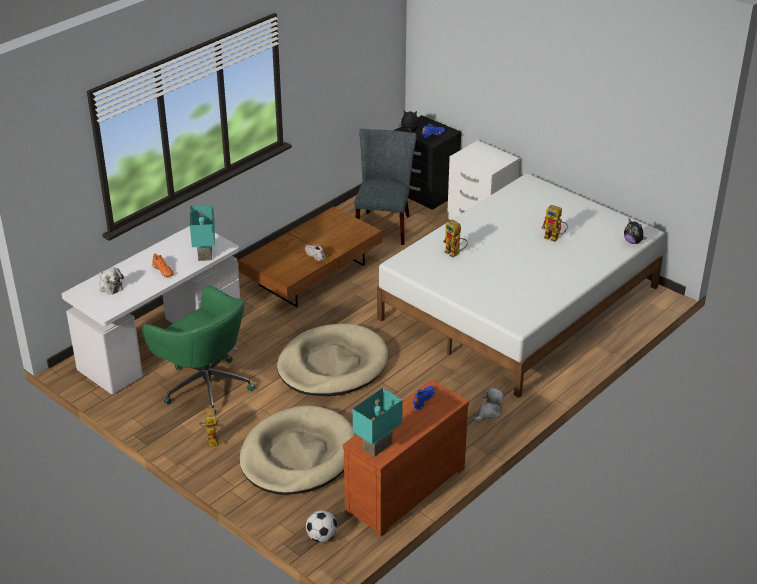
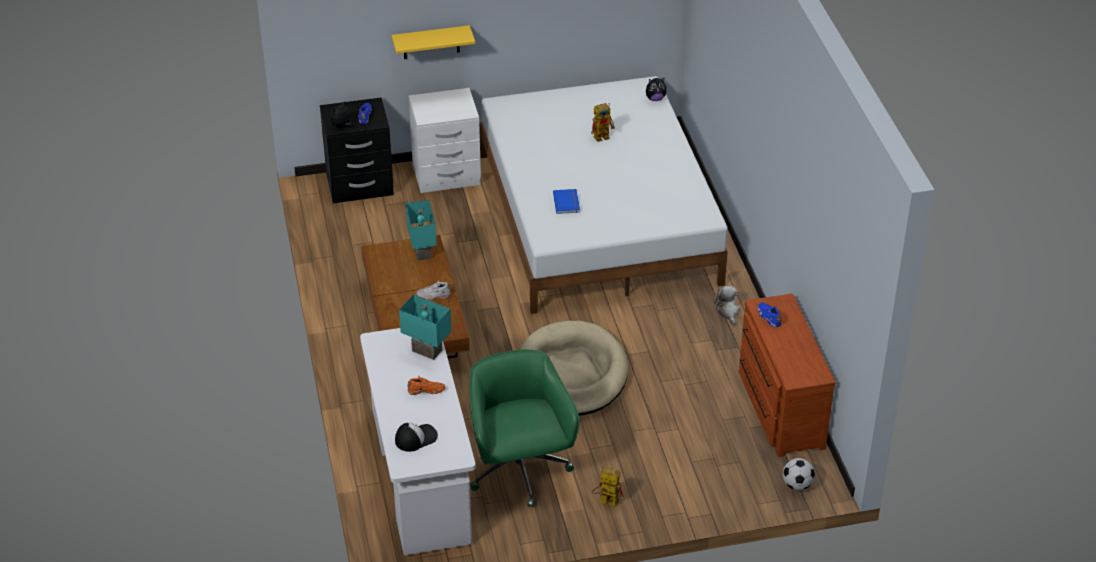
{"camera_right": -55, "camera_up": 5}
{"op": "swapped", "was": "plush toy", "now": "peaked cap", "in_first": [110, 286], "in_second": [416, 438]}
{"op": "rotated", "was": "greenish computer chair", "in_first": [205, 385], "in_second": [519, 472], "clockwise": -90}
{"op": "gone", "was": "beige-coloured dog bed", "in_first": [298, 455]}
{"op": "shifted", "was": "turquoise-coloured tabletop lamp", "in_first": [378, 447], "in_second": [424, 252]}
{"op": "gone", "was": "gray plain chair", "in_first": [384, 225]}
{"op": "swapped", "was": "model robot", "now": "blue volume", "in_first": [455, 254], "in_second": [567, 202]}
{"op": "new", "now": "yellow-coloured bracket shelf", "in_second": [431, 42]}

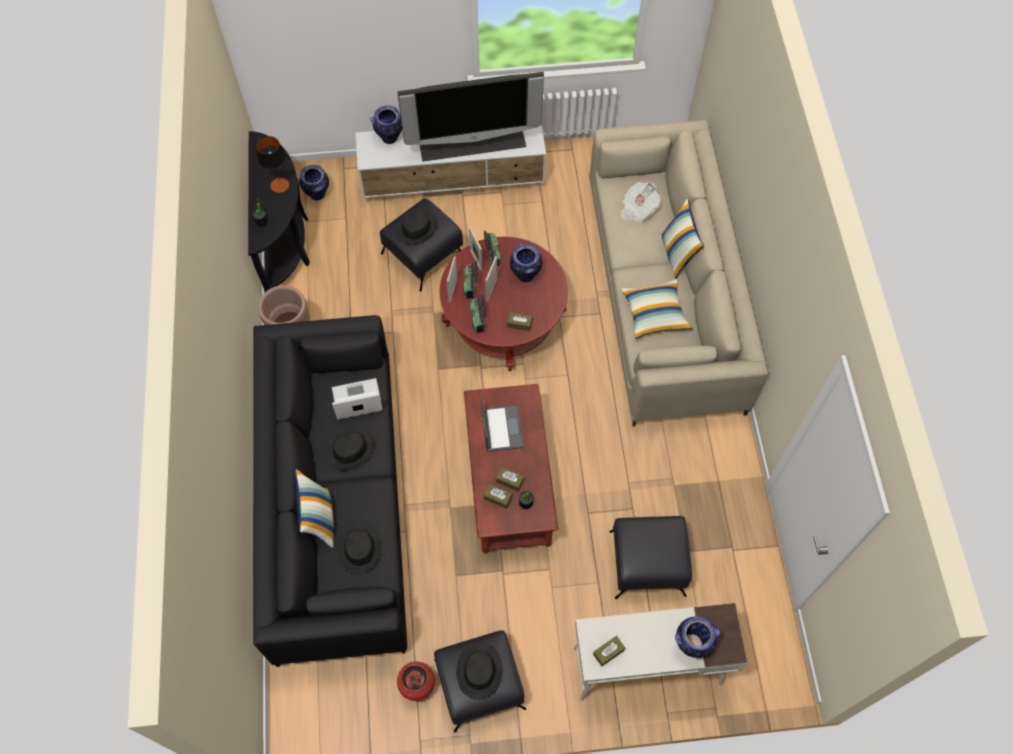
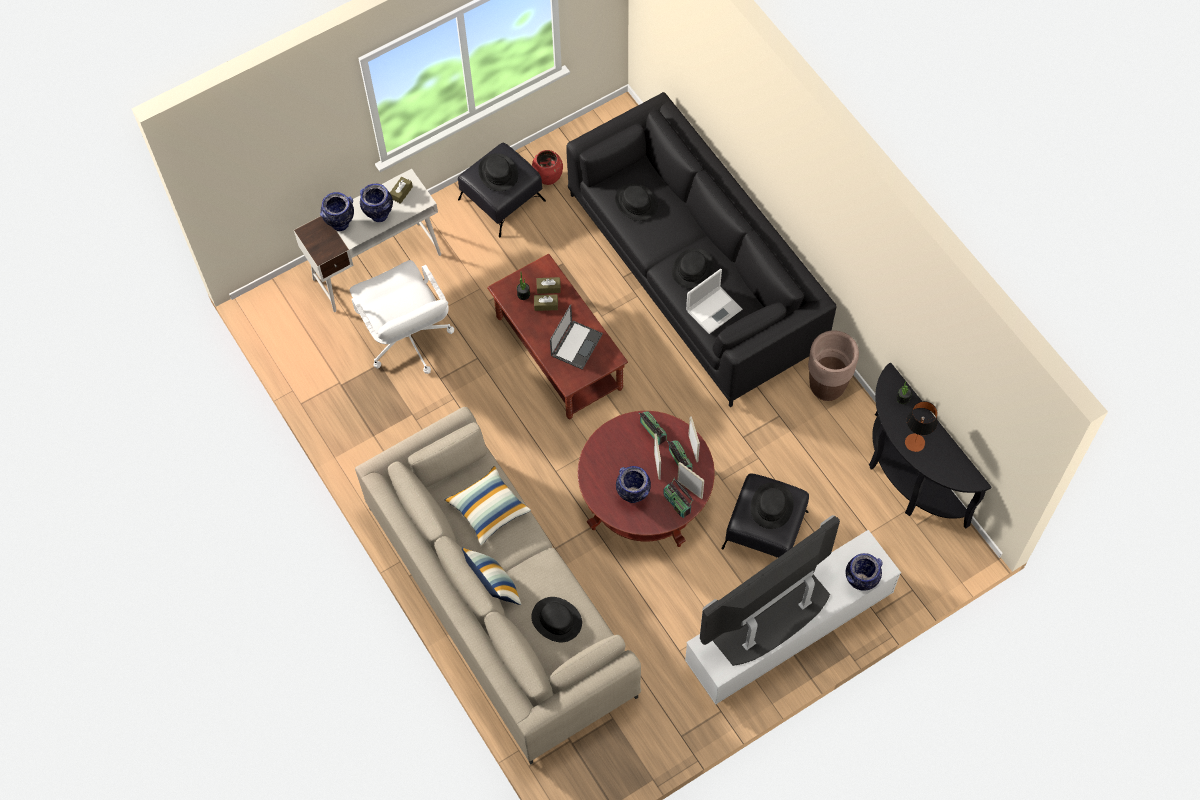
{"camera_right": 155, "camera_up": 0}
{"op": "gone", "was": "cushion", "in_first": [319, 519]}
{"op": "shifted", "was": "vase", "in_first": [317, 195], "in_second": [379, 215]}
{"op": "rotated", "was": "laptop", "in_first": [501, 428], "in_second": [576, 344], "clockwise": -120}
{"op": "gone", "was": "brown tissue holder", "in_first": [519, 324]}
{"op": "swapped", "was": "blackish ottoman", "now": "white-coloured computer chair", "in_first": [648, 563], "in_second": [408, 340]}
{"op": "swapped", "was": "daily paper", "now": "blackish hat", "in_first": [638, 209], "in_second": [556, 620]}

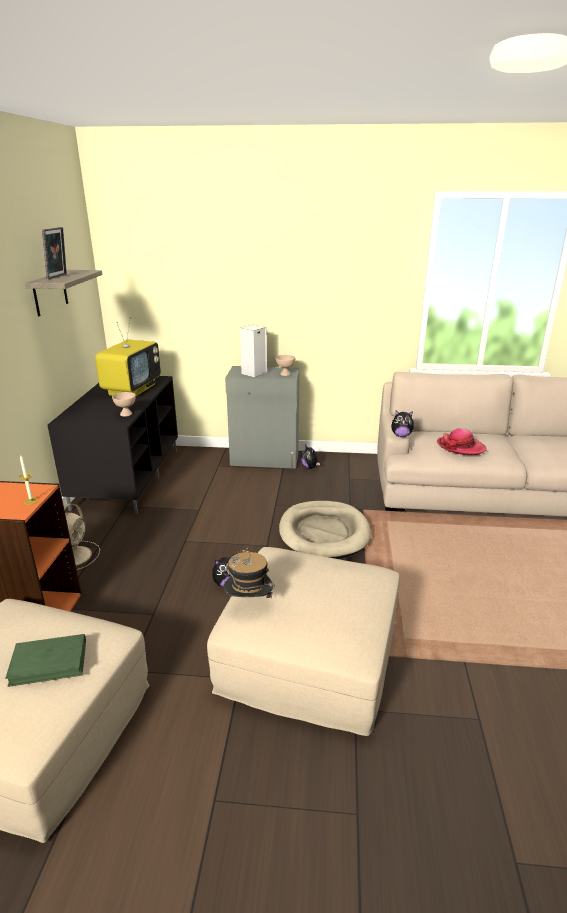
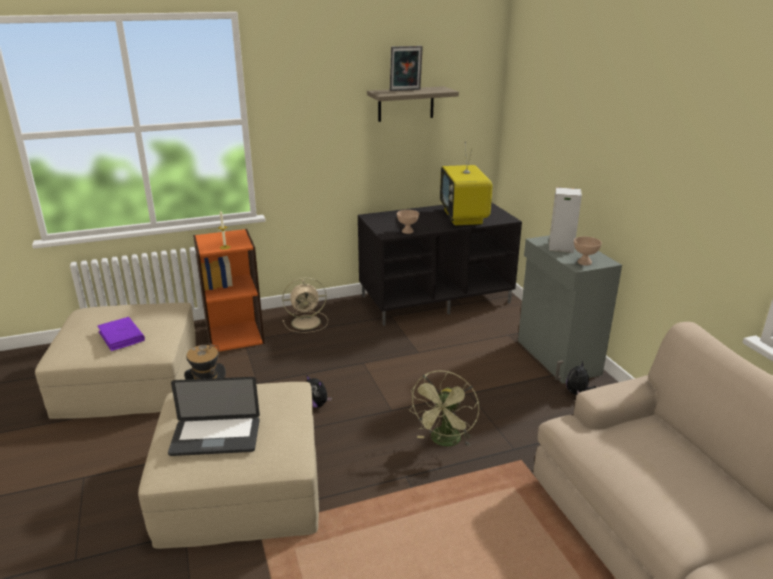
{"camera_right": 65, "camera_up": 0}
{"op": "repainted", "was": "greenish volume", "now": "purple-coloured volume", "in_first": [49, 662], "in_second": [121, 336]}
{"op": "rotated", "was": "TV set", "in_first": [132, 389], "in_second": [463, 217], "clockwise": 90}
{"op": "swapped", "was": "beige-coloured dog bed", "now": "greenish electric fan", "in_first": [324, 533], "in_second": [444, 442]}
{"op": "gone", "was": "plush toy", "in_first": [401, 435]}
{"op": "gone", "was": "hat", "in_first": [460, 447]}
{"op": "new", "now": "laptop", "in_second": [215, 437]}

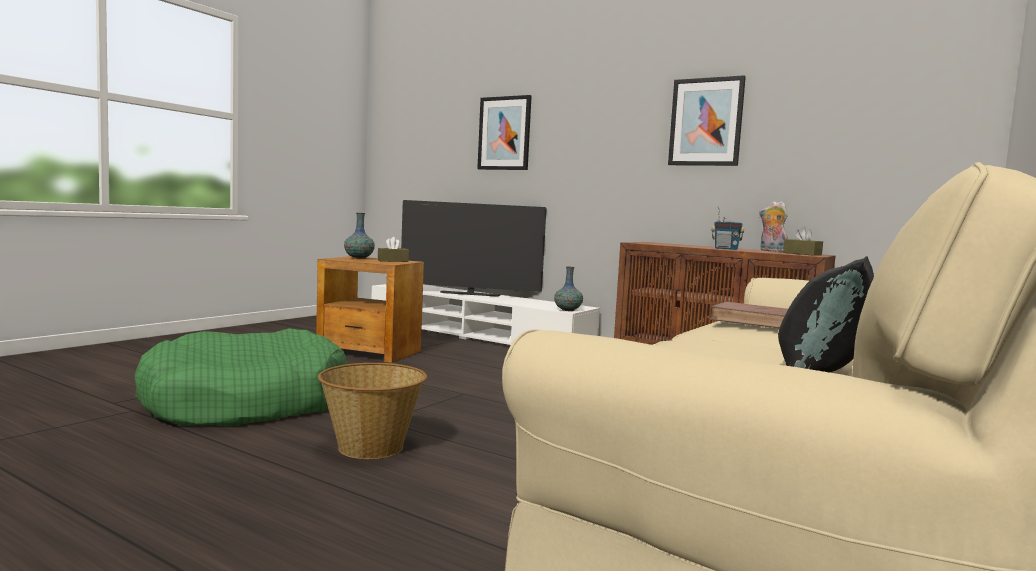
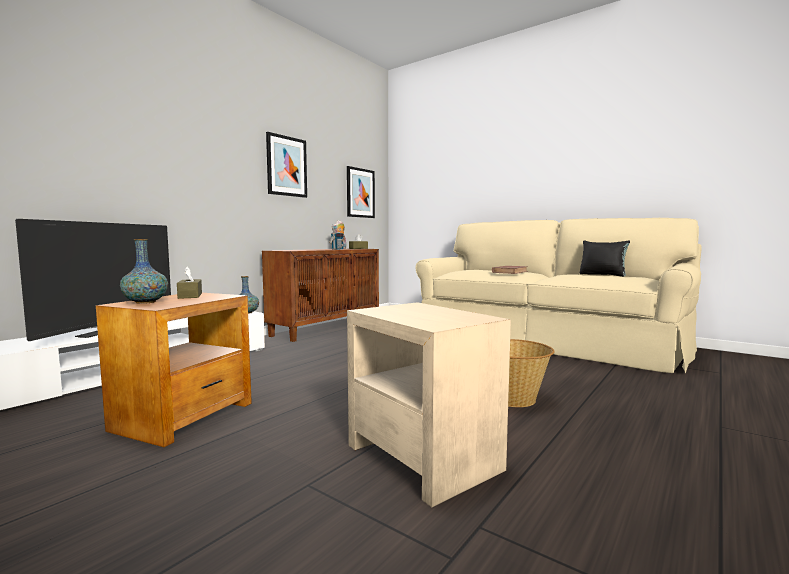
{"camera_right": -85, "camera_up": 0}
{"op": "swapped", "was": "greenish dog bed", "now": "beige-coloured end table", "in_first": [246, 403], "in_second": [422, 456]}
{"op": "shifted", "was": "wall art", "in_first": [504, 133], "in_second": [360, 193]}

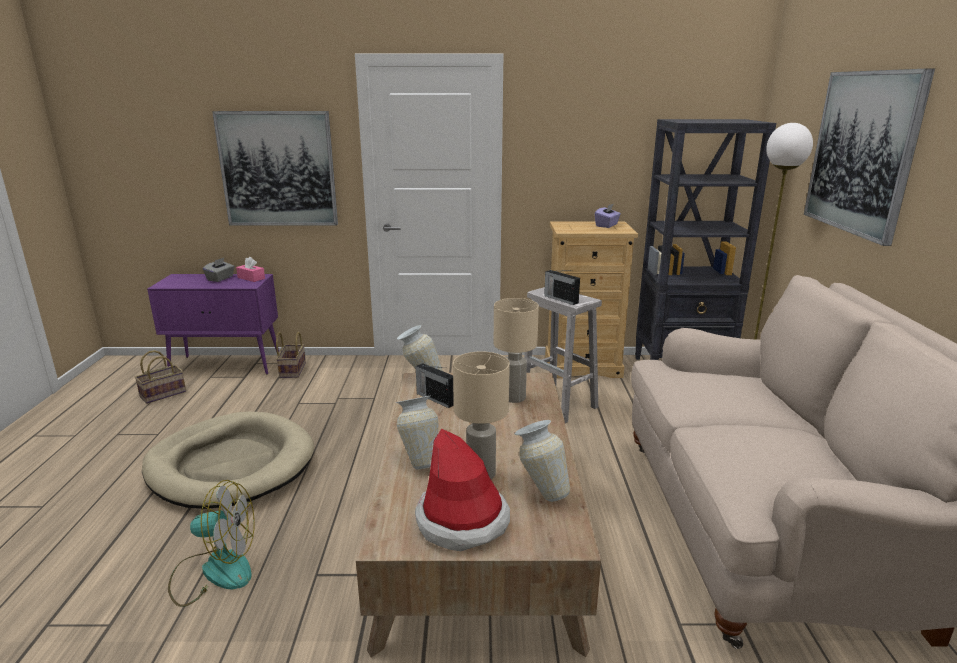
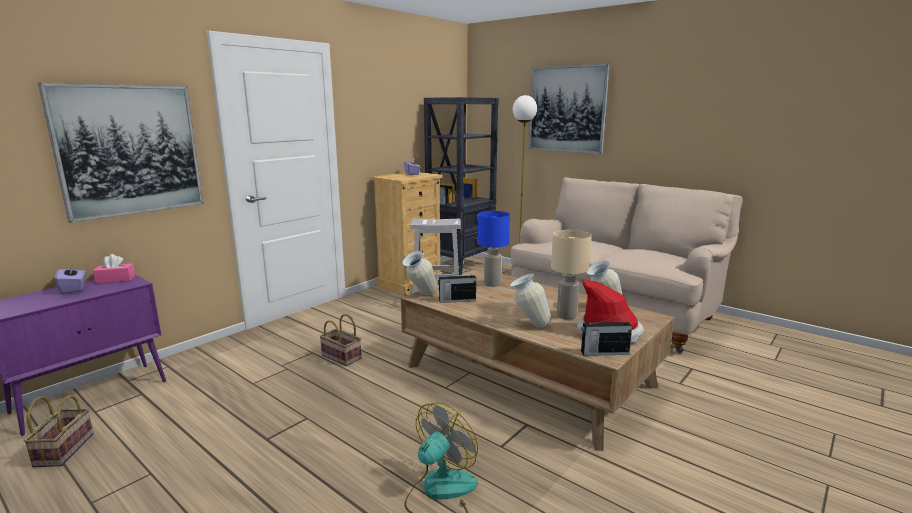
{"camera_right": -50, "camera_up": -5}
{"op": "gone", "was": "beige-coloured dog bed", "in_first": [231, 465]}
{"op": "repainted", "was": "gray tissue holder", "now": "purple-coloured tissue holder", "in_first": [220, 278], "in_second": [74, 289]}
{"op": "shifted", "was": "household basket", "in_first": [292, 370], "in_second": [340, 357]}
{"op": "repainted", "was": "beige-coloured tabletop lamp", "now": "blue tabletop lamp", "in_first": [514, 398], "in_second": [492, 284]}
{"op": "shifted", "was": "radio set", "in_first": [560, 299], "in_second": [603, 352]}

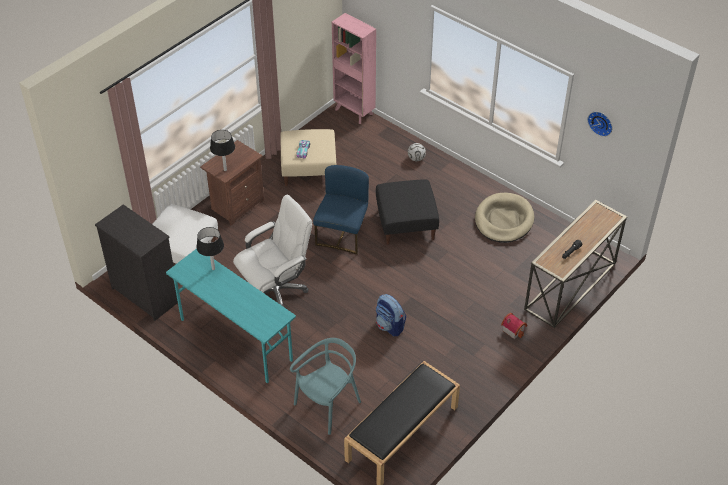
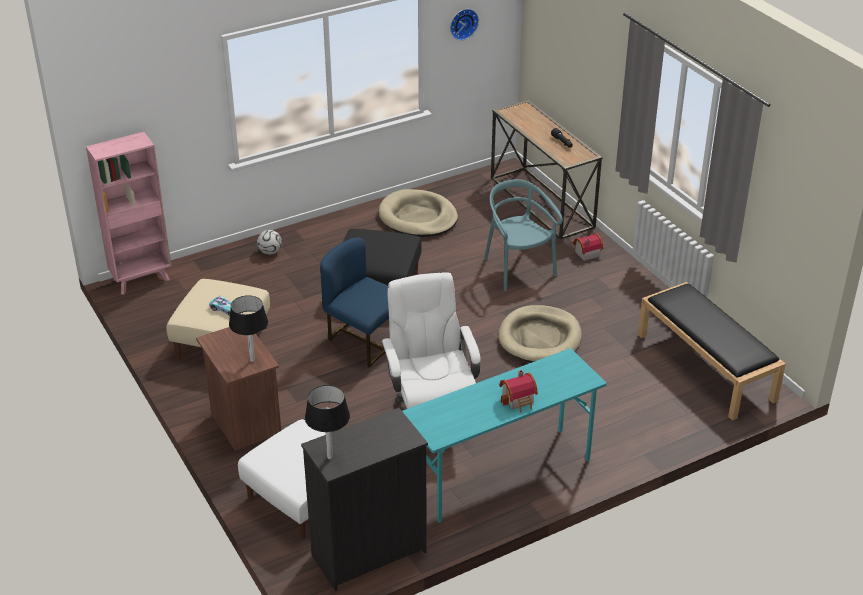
{"camera_right": -70, "camera_up": -10}
{"op": "shifted", "was": "blackish tabletop lamp", "in_first": [213, 268], "in_second": [329, 457]}
{"op": "shifted", "was": "turquoise-coloured plain chair", "in_first": [328, 405], "in_second": [518, 269]}
{"op": "swapped", "was": "knapsack", "now": "beige-coloured dog bed", "in_first": [390, 326], "in_second": [540, 338]}
{"op": "new", "now": "model house", "in_second": [519, 400]}

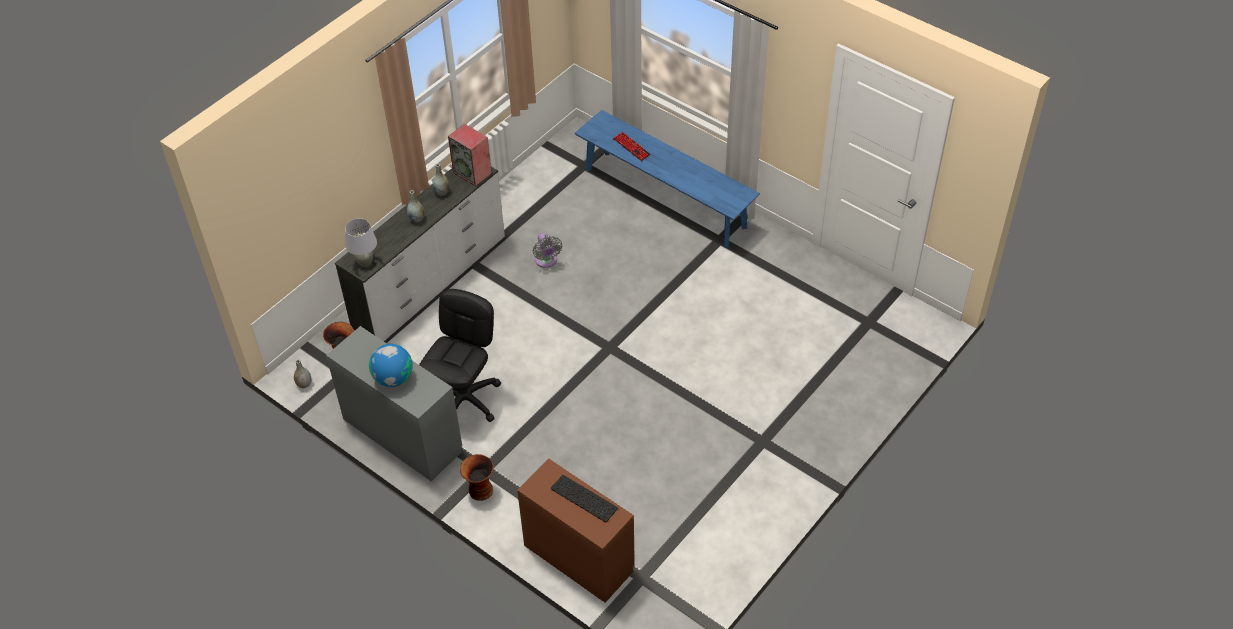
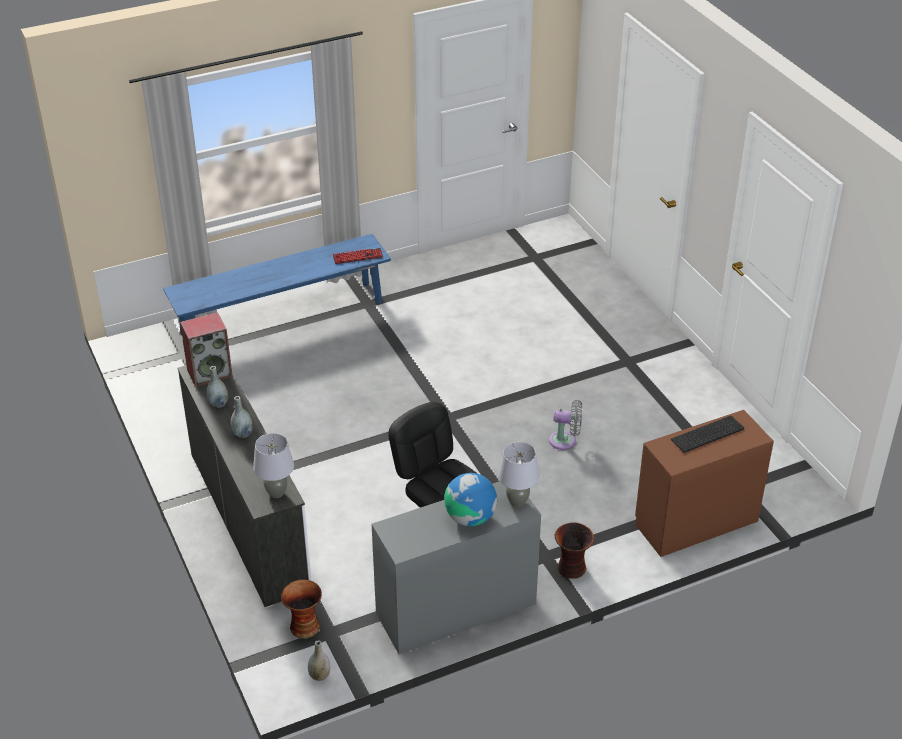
{"camera_right": -65, "camera_up": -10}
{"op": "shifted", "was": "gray electric fan", "in_first": [546, 261], "in_second": [565, 441]}
{"op": "shifted", "was": "keyboard", "in_first": [631, 147], "in_second": [357, 257]}
{"op": "new", "now": "gray tabletop lamp", "in_second": [517, 502]}

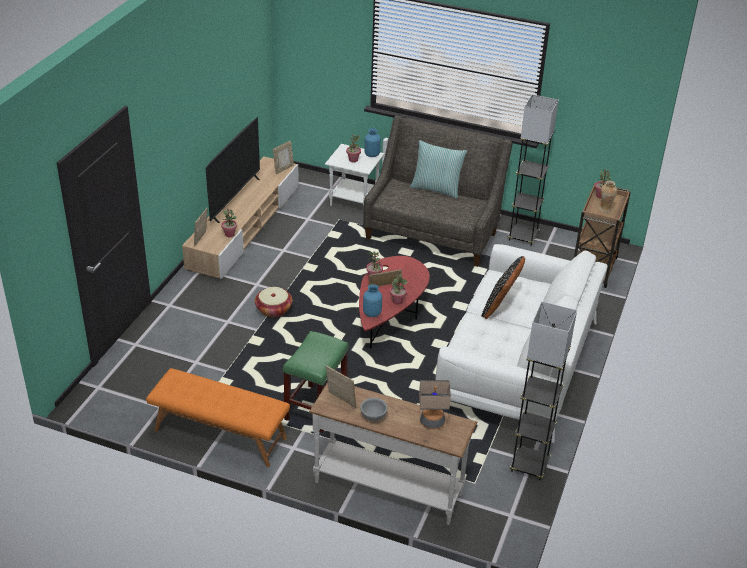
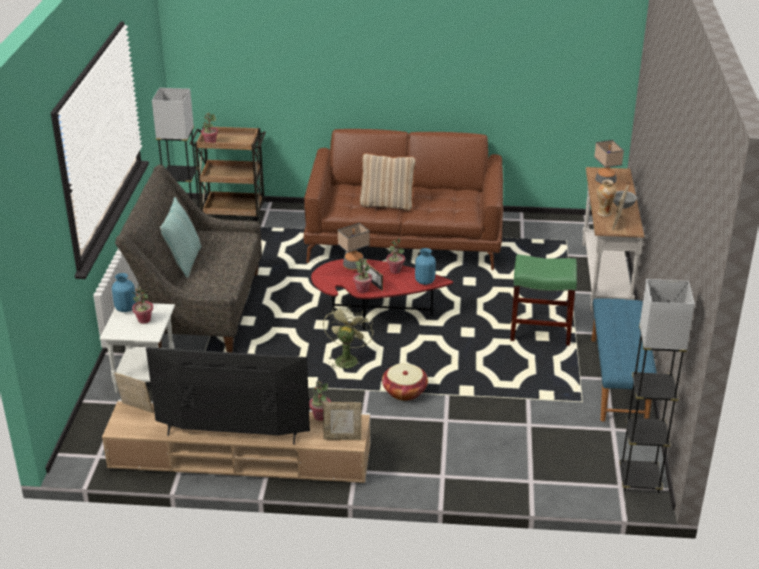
{"camera_right": -105, "camera_up": -5}
{"op": "repainted", "was": "orange-coloured bench", "now": "blue bench", "in_first": [220, 435], "in_second": [619, 379]}
{"op": "repainted", "was": "white-coloured couch", "now": "brown couch", "in_first": [516, 365], "in_second": [405, 237]}
{"op": "repainted", "was": "blackish cushion", "now": "beige-coloured cushion", "in_first": [500, 307], "in_second": [387, 204]}
{"op": "shifted", "was": "gray floor lamp", "in_first": [529, 465], "in_second": [639, 480]}
{"op": "shifted", "was": "vase", "in_first": [605, 209], "in_second": [604, 213]}
{"op": "new", "now": "greenish electric fan", "in_second": [346, 358]}
{"op": "new", "now": "tabletop lamp", "in_second": [353, 266]}

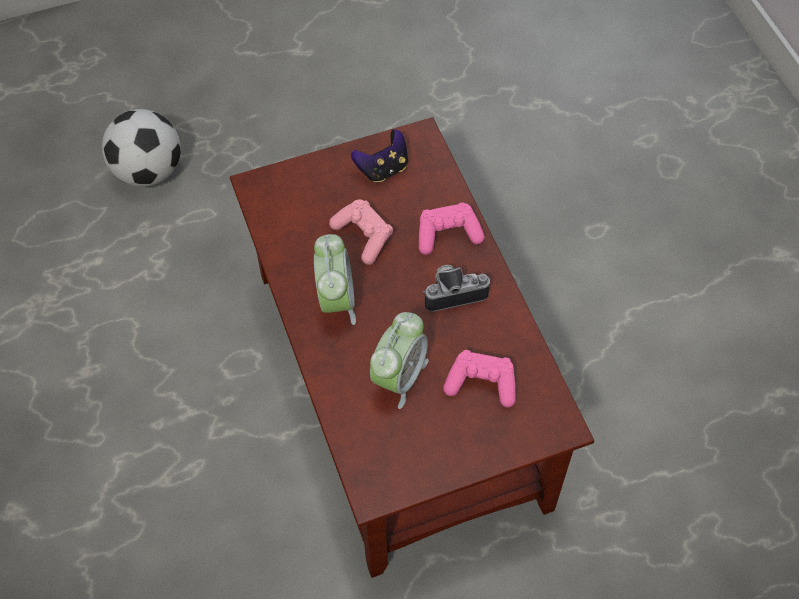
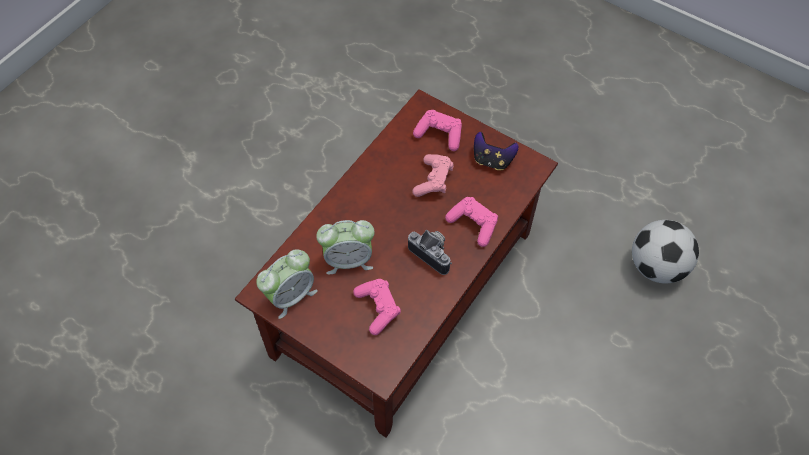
{"camera_right": 55, "camera_up": 0}
{"op": "shifted", "was": "football", "in_first": [149, 171], "in_second": [656, 266]}
{"op": "shifted", "was": "bedside clock", "in_first": [336, 300], "in_second": [290, 295]}
{"op": "new", "now": "pinkish game controller", "in_second": [439, 135]}

